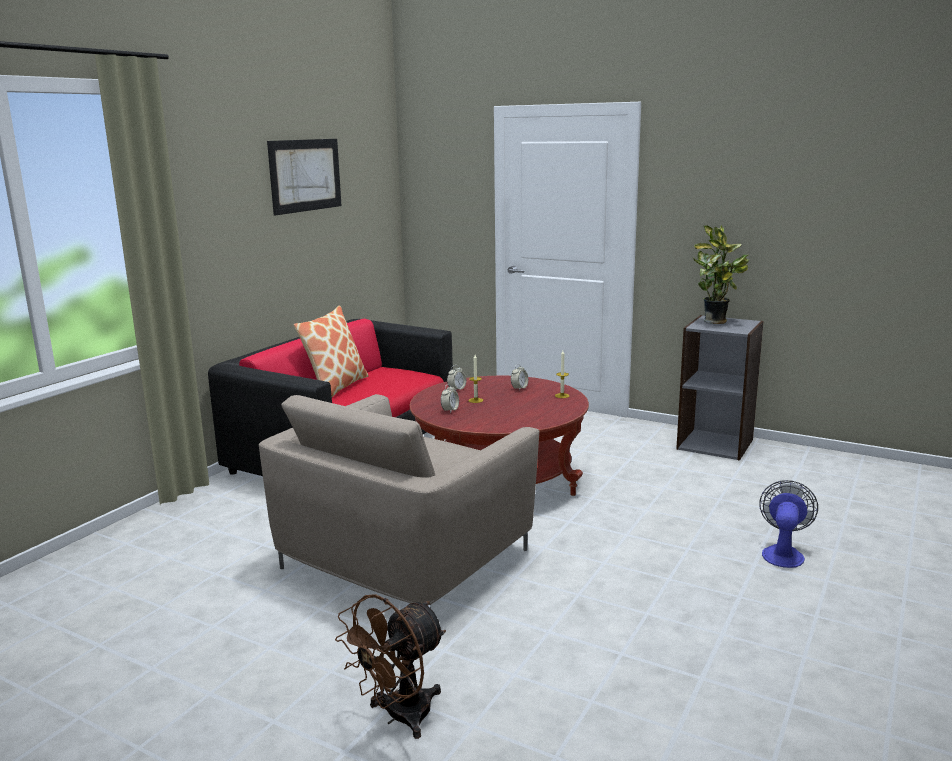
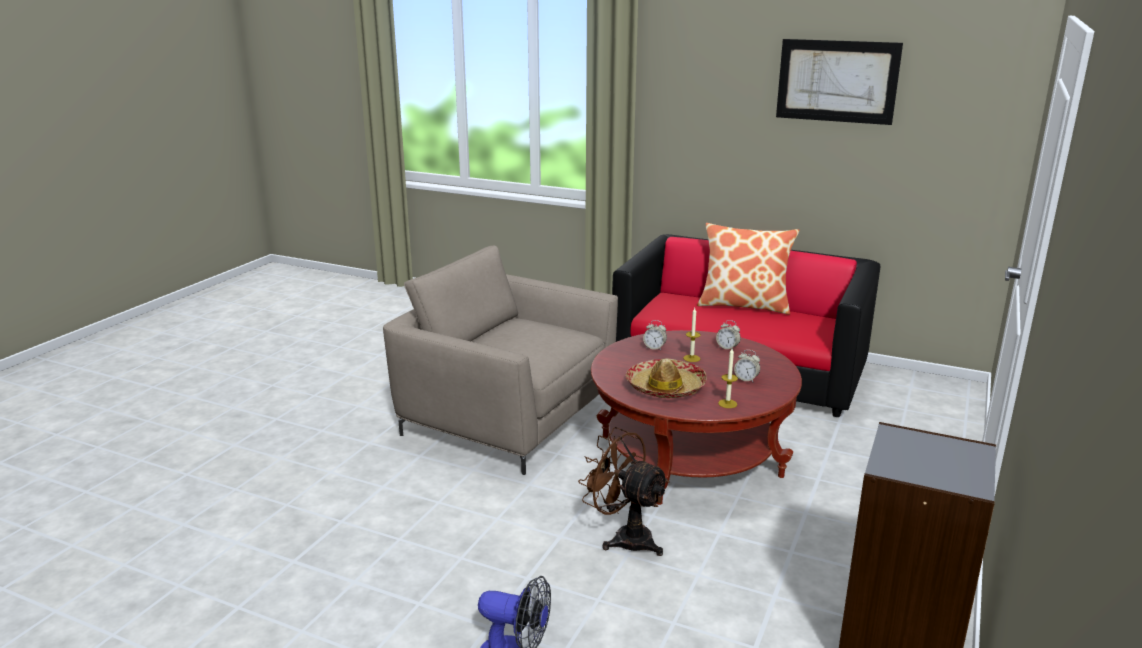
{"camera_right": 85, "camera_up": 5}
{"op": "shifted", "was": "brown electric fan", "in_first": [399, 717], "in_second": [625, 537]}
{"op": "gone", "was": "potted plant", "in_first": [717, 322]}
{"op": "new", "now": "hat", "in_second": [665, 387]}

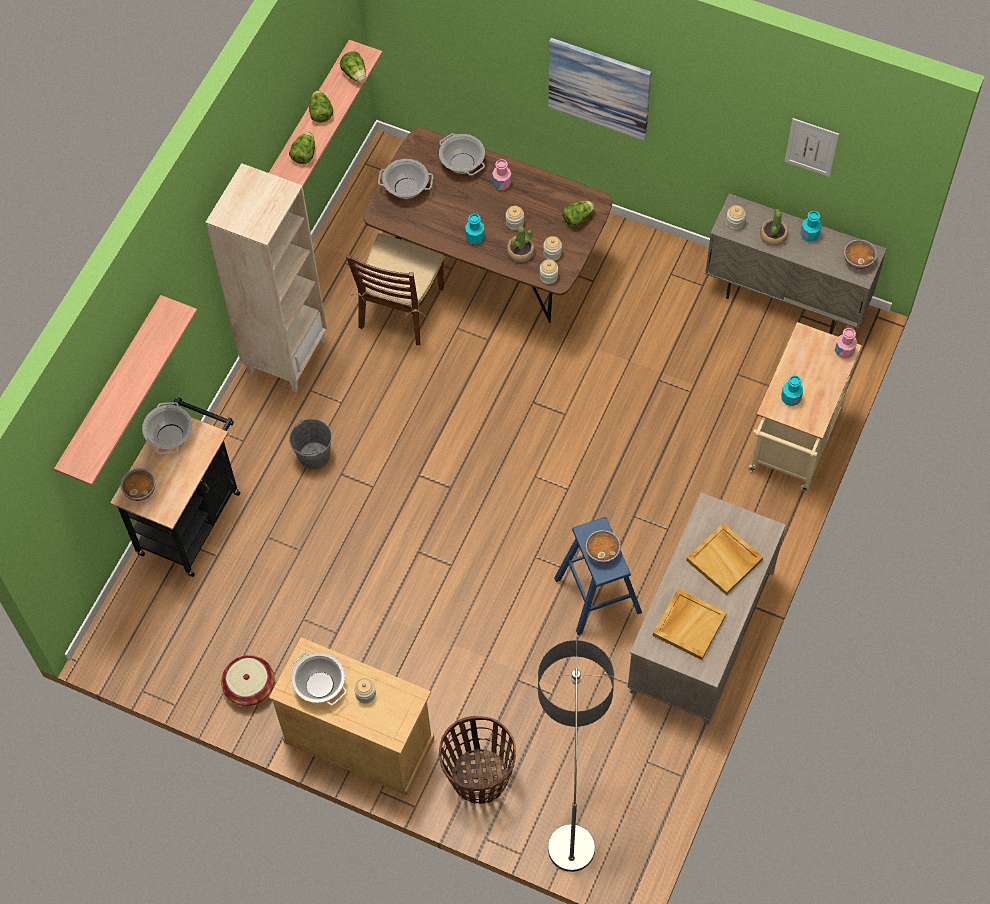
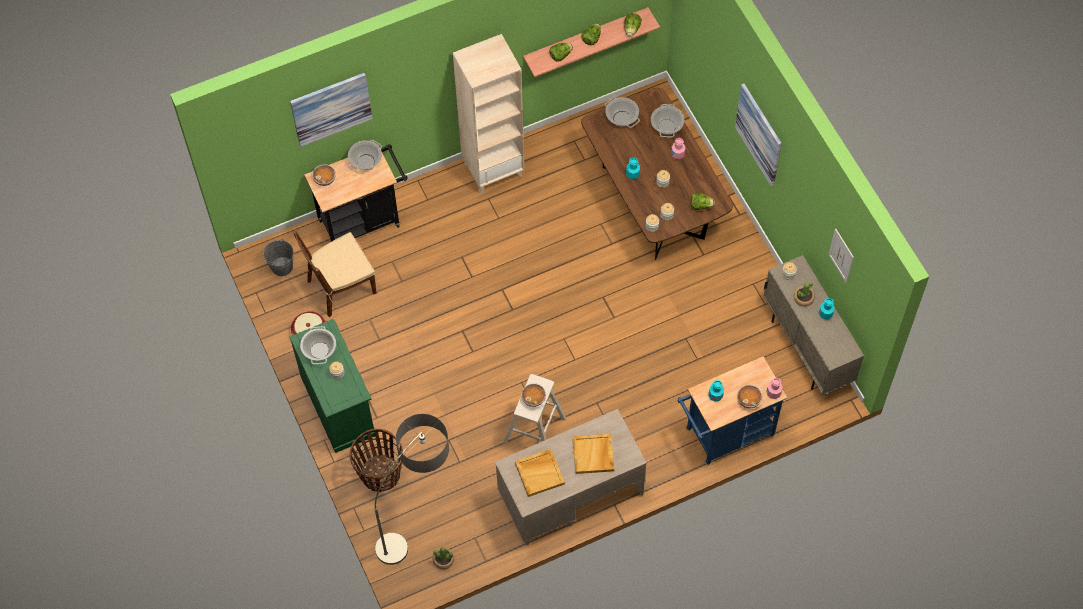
{"camera_right": 40, "camera_up": 0}
{"op": "swapped", "was": "bracket shelf", "now": "wall art", "in_first": [111, 389], "in_second": [331, 108]}
{"op": "repainted", "was": "beige-coloured cupboard", "now": "greenish cupboard", "in_first": [359, 740], "in_second": [338, 405]}
{"op": "shifted", "was": "gray pail", "in_first": [314, 455], "in_second": [282, 266]}
{"op": "shifted", "was": "brown plain chair", "in_first": [401, 308], "in_second": [341, 287]}
{"op": "shifted", "was": "potted plant", "in_first": [520, 252], "in_second": [443, 560]}
{"op": "repainted", "was": "blue stool", "now": "beige-coloured stool", "in_first": [597, 595], "in_second": [534, 429]}
{"op": "repainted", "was": "beige-coloured cart", "now": "blue cart", "in_first": [792, 447], "in_second": [724, 435]}
{"op": "shifted", "was": "serving bowl", "in_first": [858, 260], "in_second": [748, 400]}

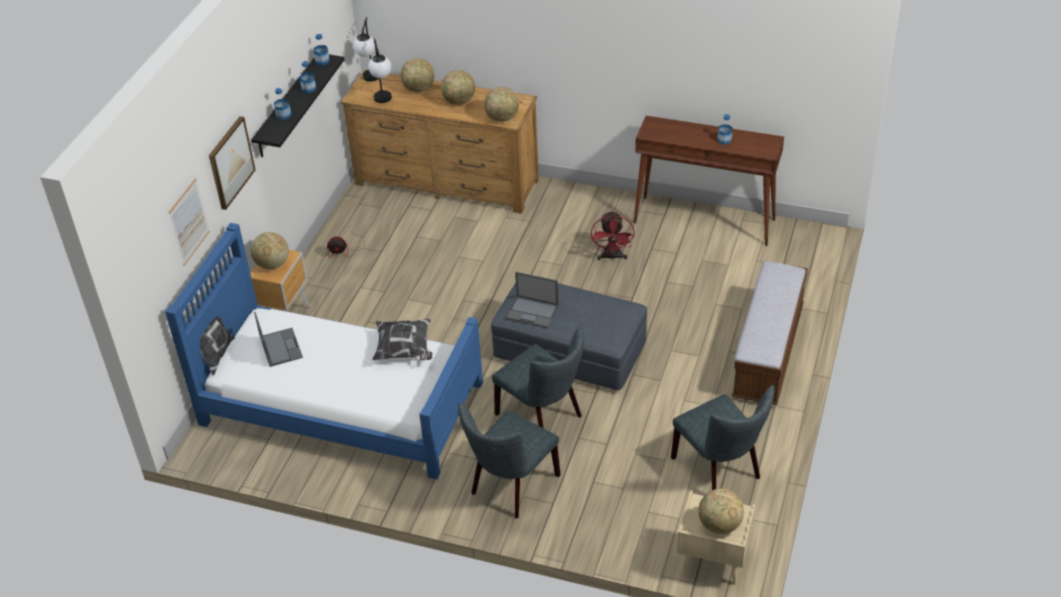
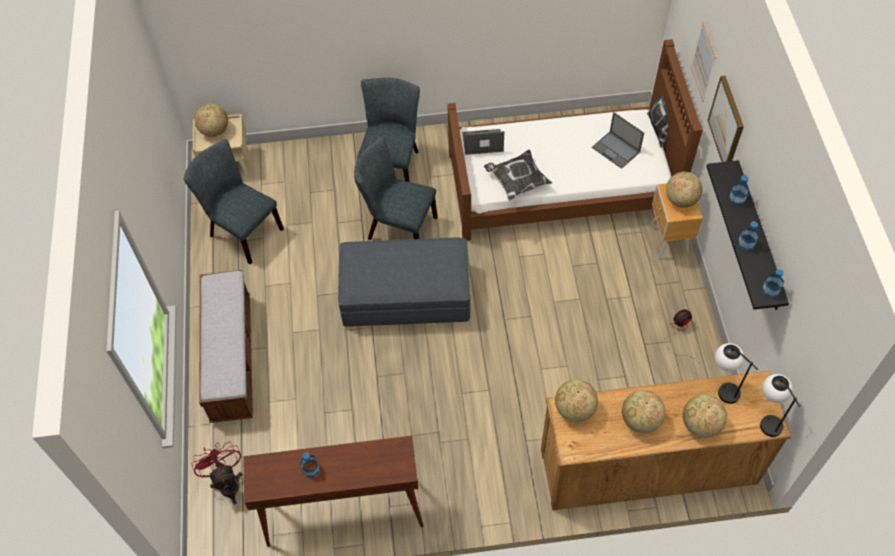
{"camera_right": 155, "camera_up": 15}
{"op": "repainted", "was": "blue bed", "now": "brown bed", "in_first": [341, 403], "in_second": [561, 183]}
{"op": "shifted", "was": "laptop", "in_first": [533, 312], "in_second": [482, 142]}
{"op": "shifted", "was": "red-coloured electric fan", "in_first": [612, 257], "in_second": [227, 482]}

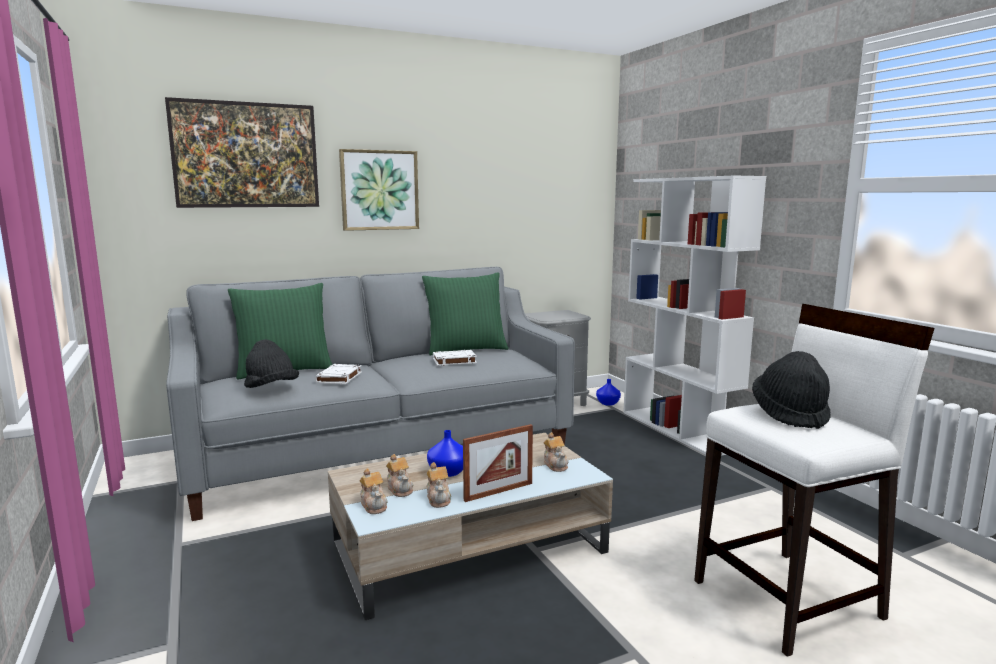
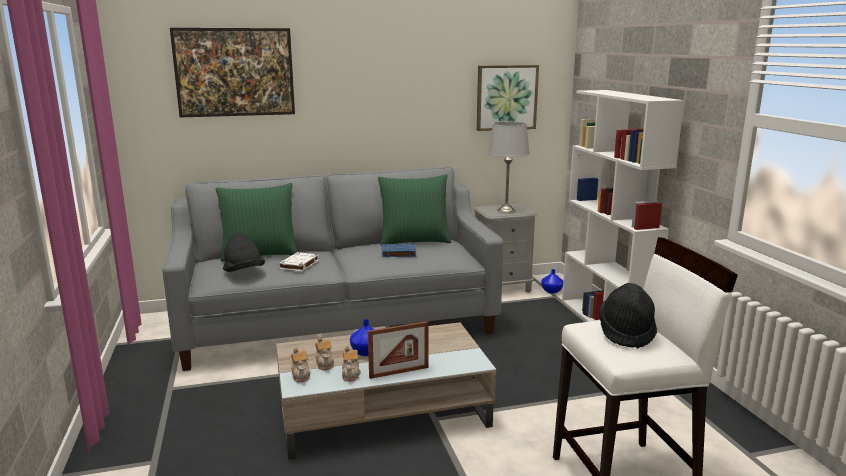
{"camera_right": 10, "camera_up": 5}
{"op": "shifted", "was": "wall art", "in_first": [379, 190], "in_second": [506, 97]}
{"op": "repainted", "was": "white-coloured volume", "now": "blue volume", "in_first": [454, 361], "in_second": [398, 253]}
{"op": "gone", "was": "pot for tea", "in_first": [555, 465]}
{"op": "new", "now": "gray tabletop lamp", "in_second": [506, 210]}

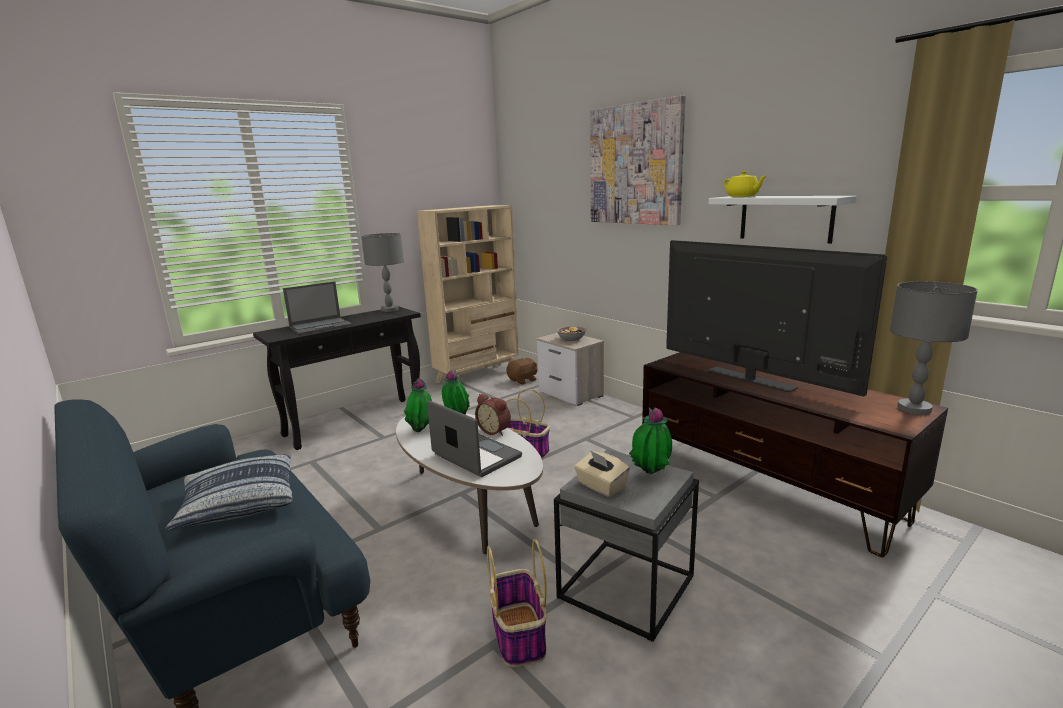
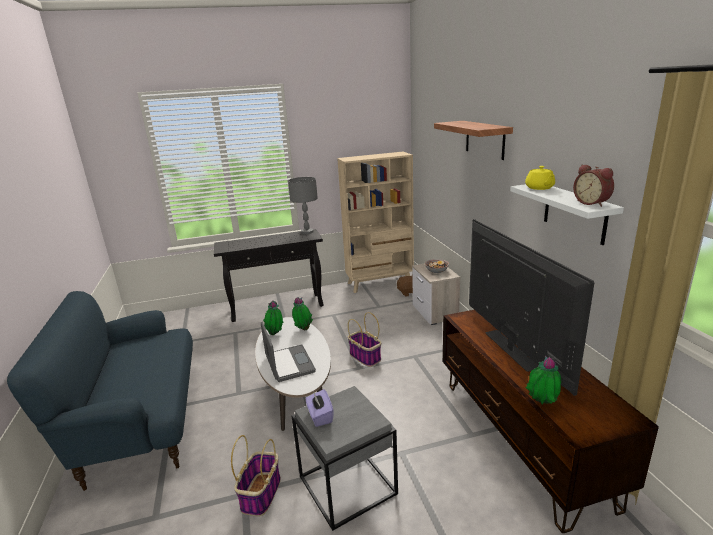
{"camera_right": 25, "camera_up": 5}
{"op": "gone", "was": "cushion", "in_first": [238, 502]}
{"op": "gone", "was": "laptop", "in_first": [321, 326]}
{"op": "shifted", "was": "bedside clock", "in_first": [495, 431], "in_second": [592, 203]}
{"op": "repainted", "was": "beige-coloured tissue holder", "now": "purple-coloured tissue holder", "in_first": [601, 486], "in_second": [320, 416]}
{"op": "swapped", "was": "wall art", "now": "bracket shelf", "in_first": [635, 165], "in_second": [484, 139]}
{"op": "shifted", "was": "potted plant", "in_first": [650, 475], "in_second": [541, 404]}
{"op": "gone", "was": "gray tabletop lamp", "in_first": [914, 408]}

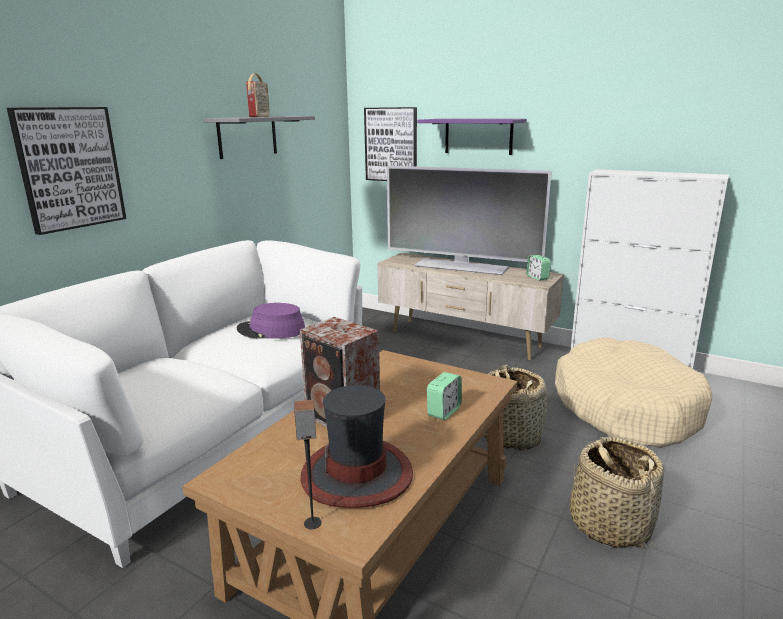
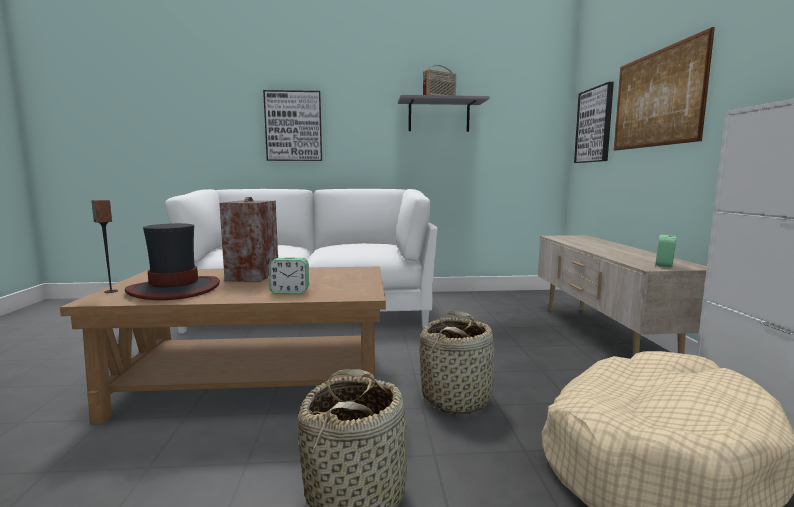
{"camera_right": 55, "camera_up": -10}
{"op": "gone", "was": "purple-coloured hat", "in_first": [271, 330]}
{"op": "gone", "was": "TV set", "in_first": [461, 266]}
{"op": "swapped", "was": "purple-coloured bracket shelf", "now": "wall art", "in_first": [478, 136], "in_second": [656, 99]}

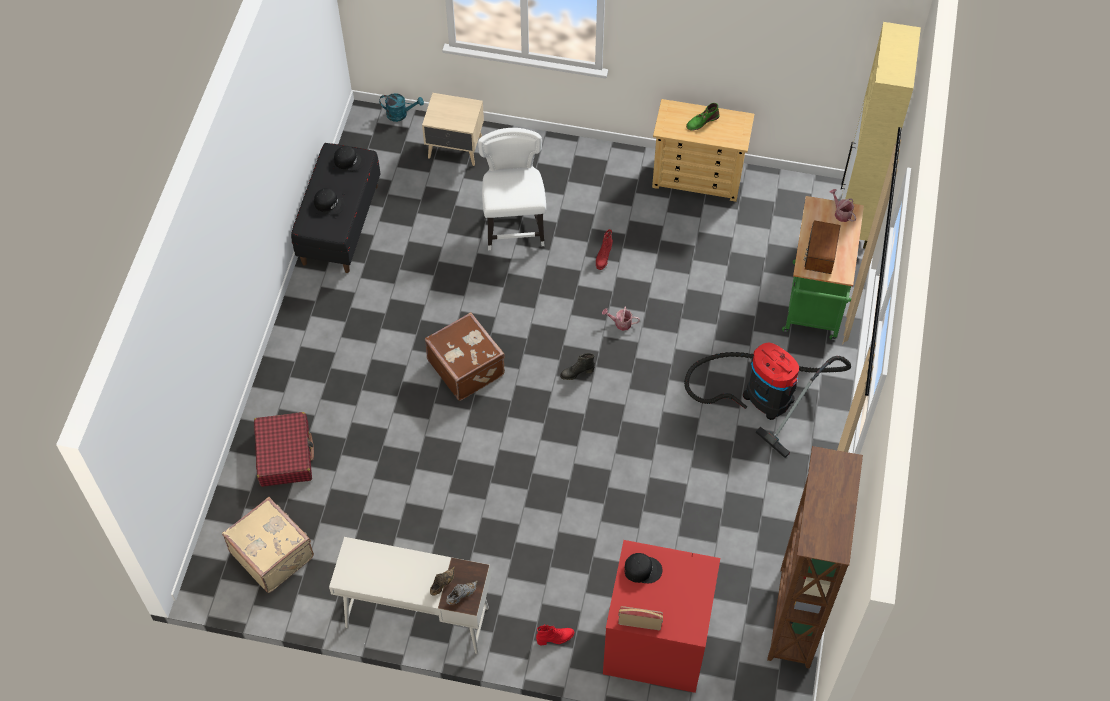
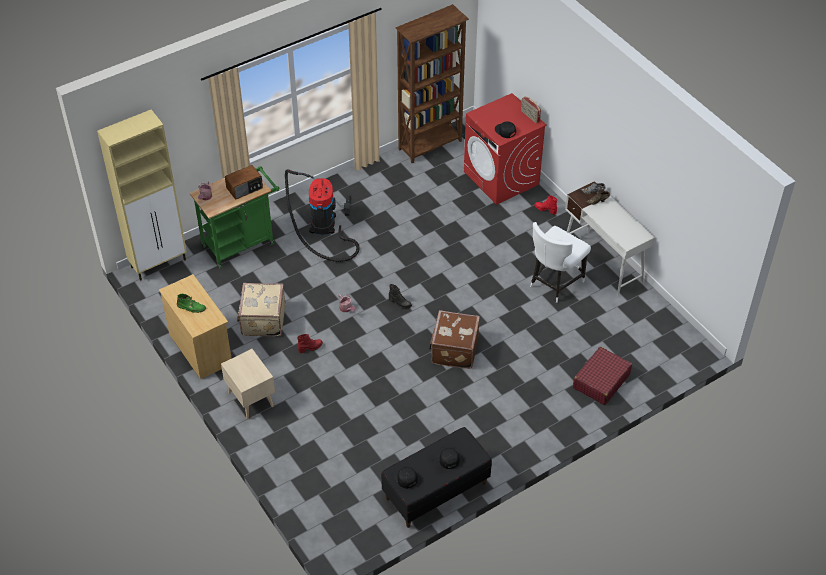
{"camera_right": -135, "camera_up": -10}
{"op": "shifted", "was": "beige-coloured travel case", "in_first": [273, 553], "in_second": [262, 320]}
{"op": "gone", "was": "turquoise-coloured watering can", "in_first": [401, 114]}
{"op": "shifted", "was": "beige-coloured nightstand", "in_first": [456, 149], "in_second": [251, 398]}
{"op": "shifted", "was": "white-coloured plain chair", "in_first": [514, 225], "in_second": [554, 283]}

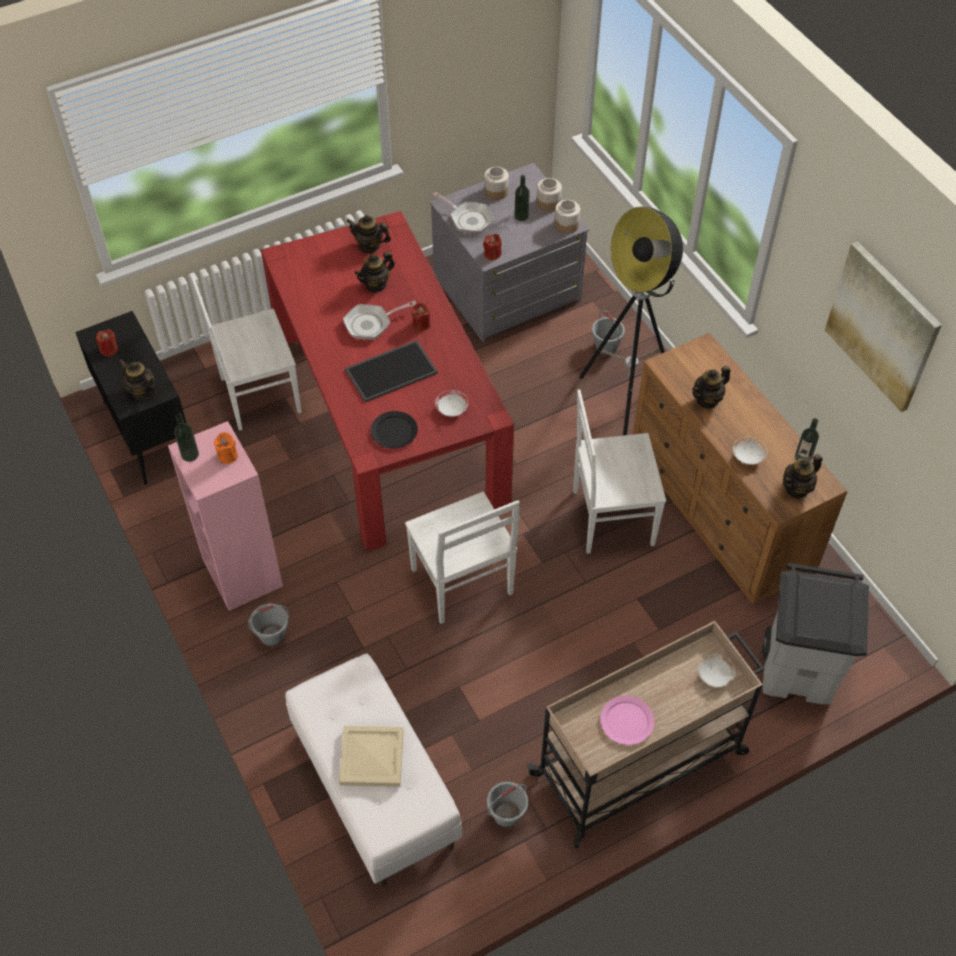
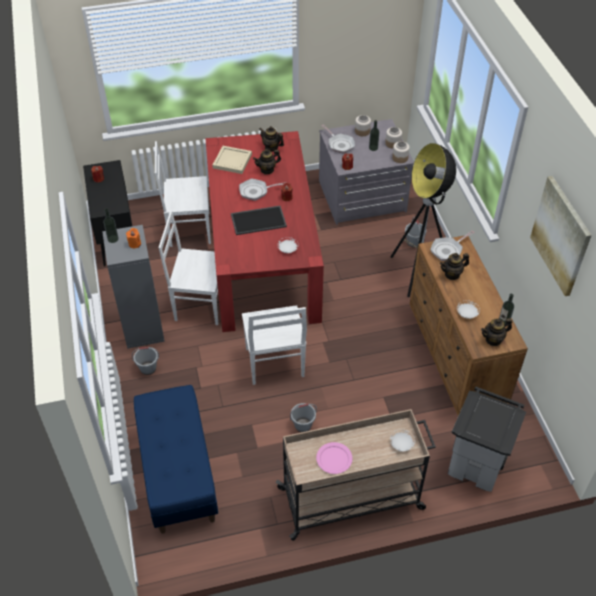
{"camera_right": 15, "camera_up": -5}
{"op": "gone", "was": "pot for tea", "in_first": [142, 391]}
{"op": "repainted", "was": "pinkish shelving unit", "now": "gray shelving unit", "in_first": [241, 572], "in_second": [142, 328]}
{"op": "repainted", "was": "white-coloured bench", "now": "blue bench", "in_first": [374, 788], "in_second": [177, 473]}
{"op": "shifted", "was": "beige-coloured serving tray", "in_first": [371, 756], "in_second": [232, 160]}
{"op": "gone", "was": "blackish flat dish", "in_first": [394, 431]}
{"op": "shifted", "was": "gray pail", "in_first": [507, 814], "in_second": [303, 425]}
{"op": "shifted", "was": "white-coloured plain chair", "in_first": [610, 518], "in_second": [199, 304]}
{"op": "new", "now": "frying pan", "in_second": [448, 250]}

